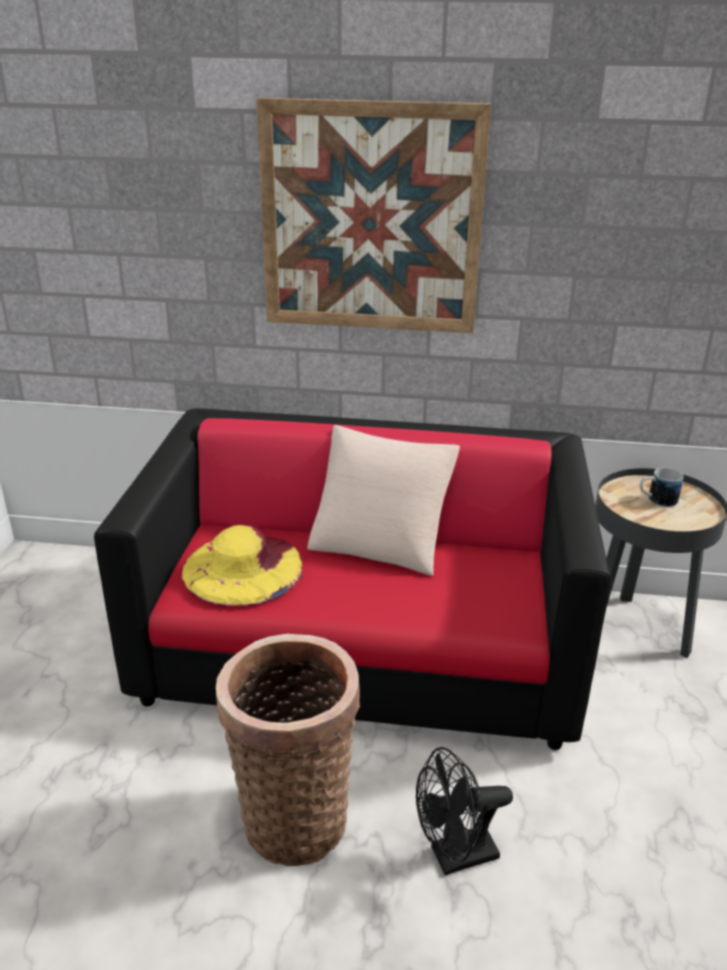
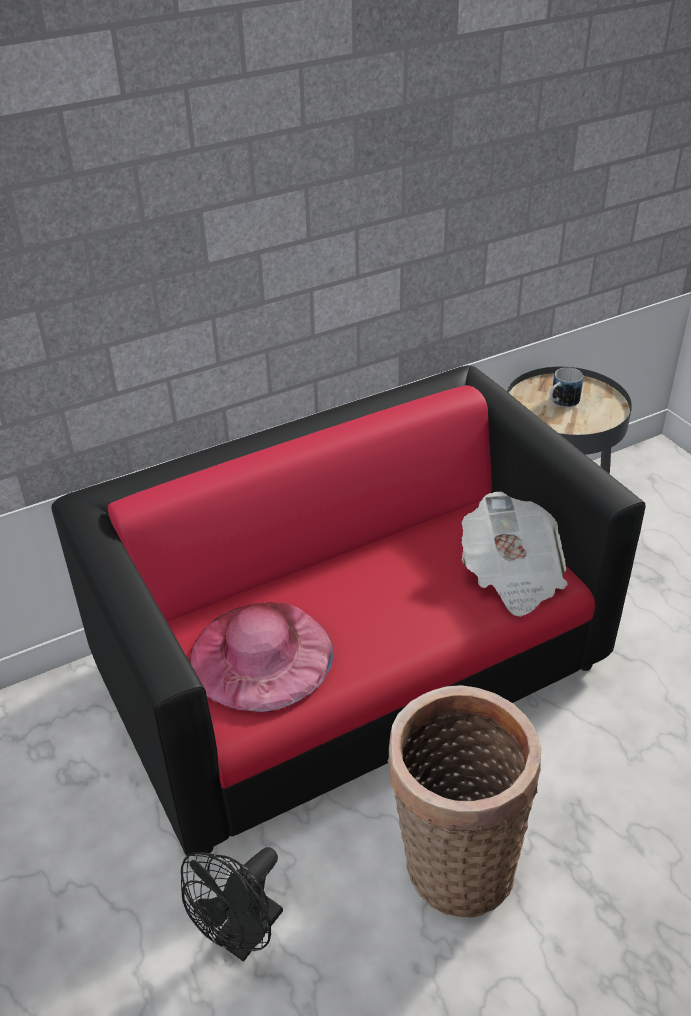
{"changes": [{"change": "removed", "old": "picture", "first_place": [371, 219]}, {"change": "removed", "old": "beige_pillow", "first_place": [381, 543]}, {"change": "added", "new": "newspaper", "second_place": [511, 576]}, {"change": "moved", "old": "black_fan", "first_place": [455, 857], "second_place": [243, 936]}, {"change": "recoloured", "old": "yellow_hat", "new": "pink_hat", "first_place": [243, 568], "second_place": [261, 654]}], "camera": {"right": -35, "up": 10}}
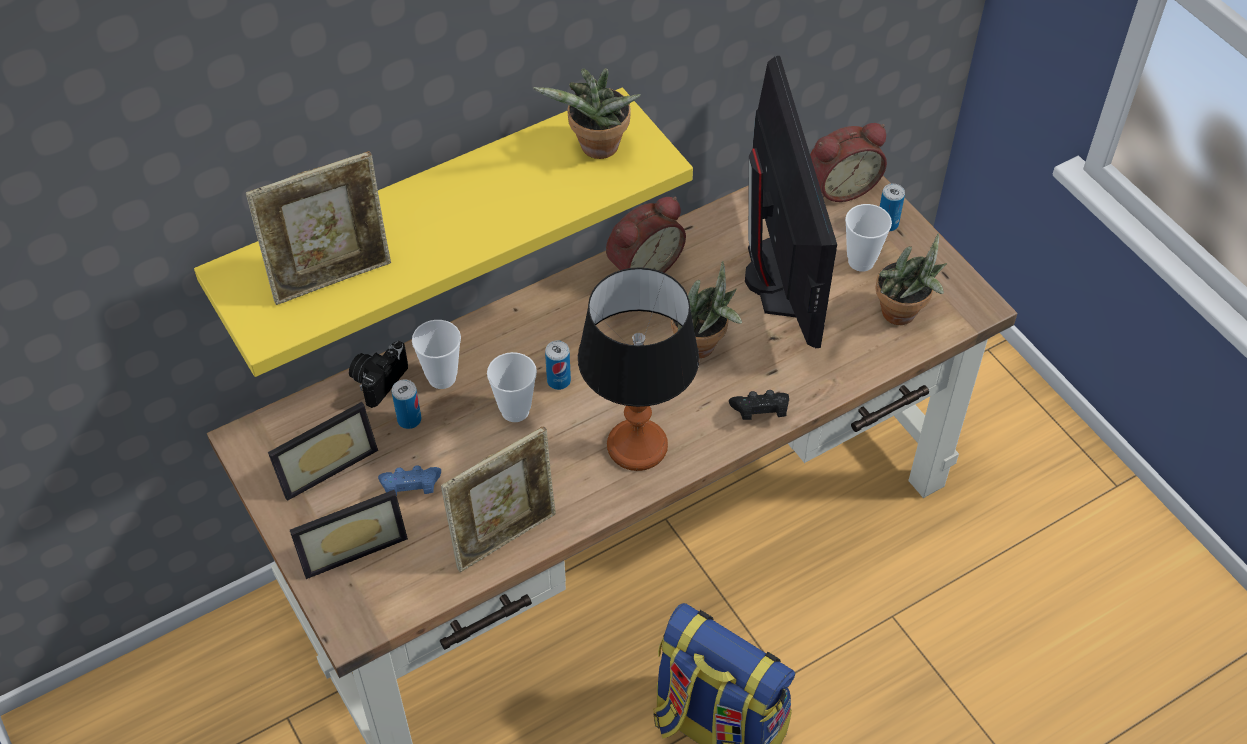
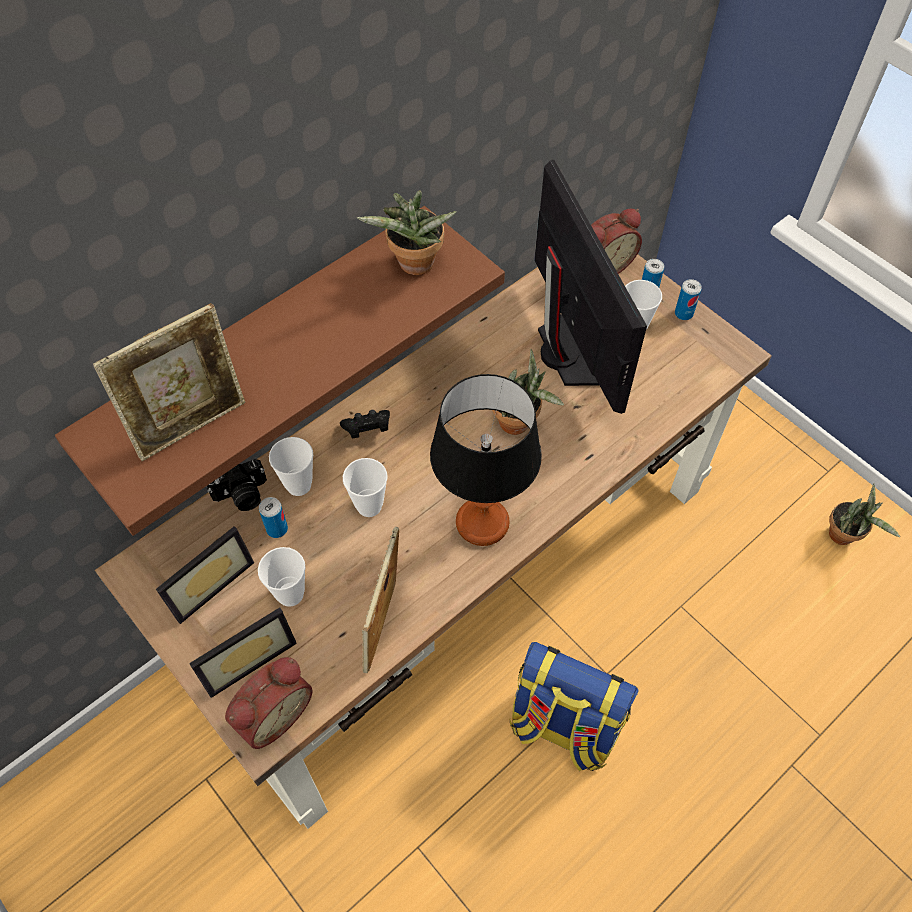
{"changes": [{"change": "moved", "old": "can", "first_place": [558, 381], "second_place": [683, 313]}, {"change": "moved", "old": "alarm_clock", "first_place": [642, 265], "second_place": [272, 713]}, {"change": "moved", "old": "black_game_controller", "first_place": [760, 412], "second_place": [367, 429]}, {"change": "moved", "old": "potted_plant", "first_place": [903, 315], "second_place": [845, 536]}, {"change": "replaced", "old": "blue_game_controller", "new": "cup", "first_place": [410, 488], "second_place": [290, 594]}, {"change": "recoloured", "old": "yellow_shelf", "new": "brown_shelf", "first_place": [423, 210], "second_place": [262, 343]}, {"change": "turned", "old": "photo_camera", "first_place": [378, 380], "second_place": [242, 496], "degrees": -135}, {"change": "turned", "old": "picture_frame", "first_place": [505, 537], "second_place": [384, 627], "degrees": 150}], "camera": {"right": -10, "up": 5}}
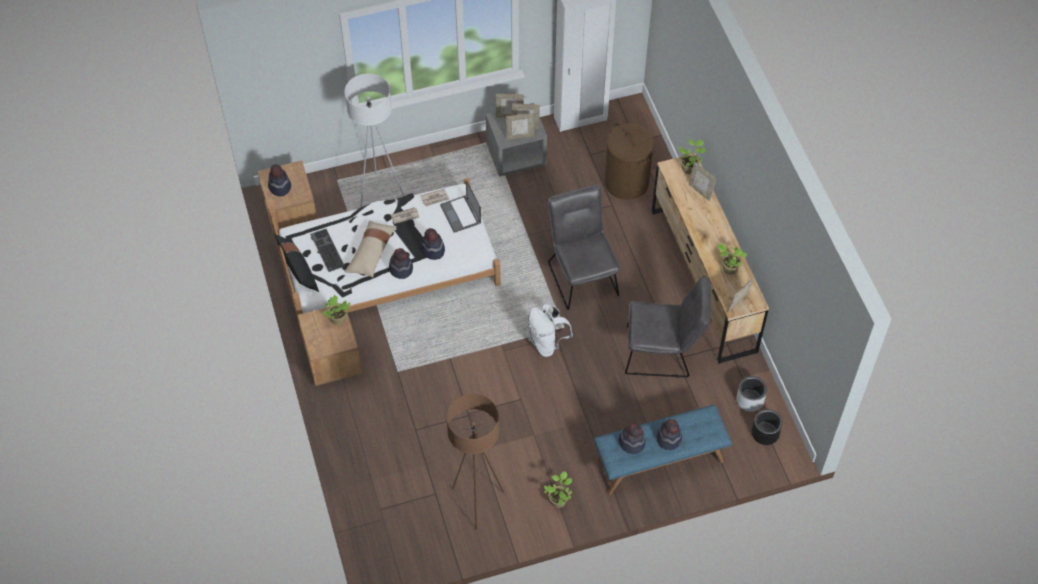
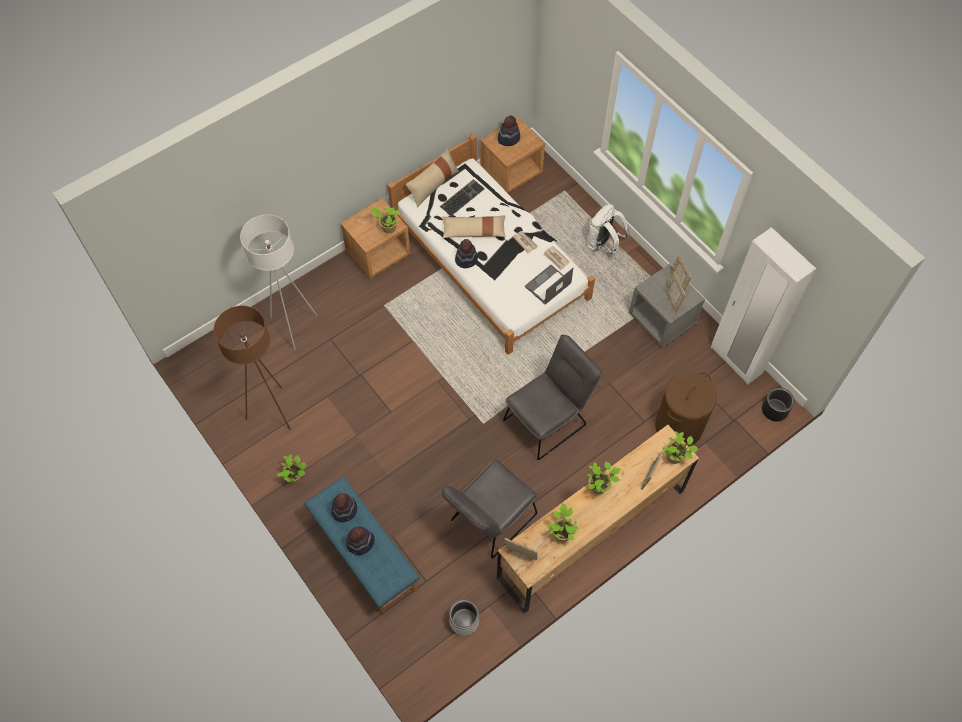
{"changes": [{"change": "removed", "old": "hat", "first_place": [433, 250]}, {"change": "removed", "old": "picture_frame", "first_place": [520, 136]}, {"change": "added", "new": "potted_plant", "second_place": [599, 486]}, {"change": "moved", "old": "white_floor_lamp", "first_place": [379, 194], "second_place": [293, 327]}, {"change": "moved", "old": "white_backpack", "first_place": [546, 343], "second_place": [603, 244]}, {"change": "moved", "old": "black_planter", "first_place": [764, 433], "second_place": [774, 409]}, {"change": "recoloured", "old": "black_pillow", "new": "beige_pillow", "first_place": [298, 270], "second_place": [433, 185]}, {"change": "turned", "old": "grey_chair", "first_place": [663, 352], "second_place": [489, 521], "degrees": 60}], "camera": {"right": 70, "up": 5}}
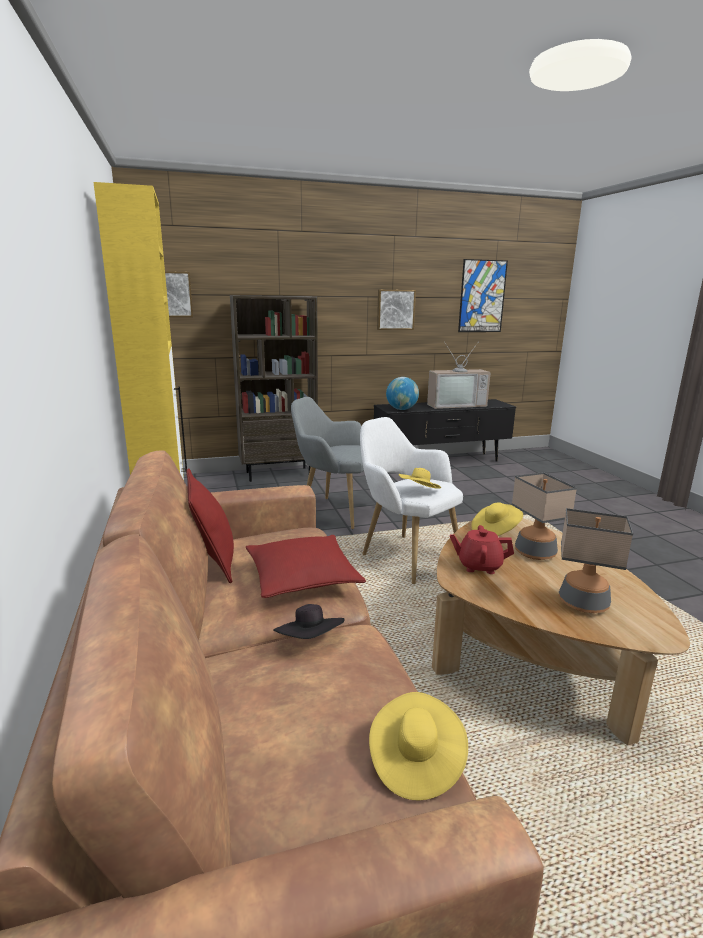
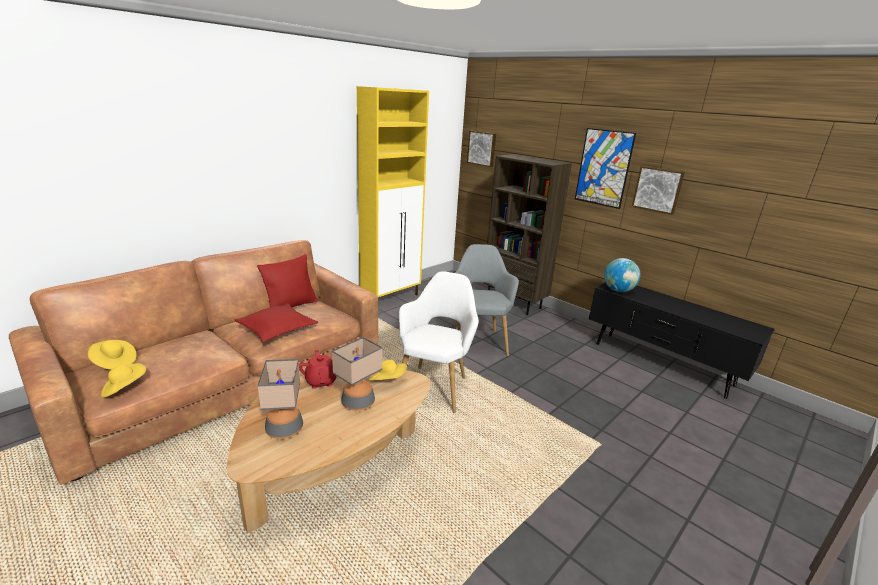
{"changes": [{"change": "removed", "old": "black_hat", "first_place": [310, 642]}, {"change": "removed", "old": "television", "first_place": [455, 404]}, {"change": "moved", "old": "yellow_hat", "first_place": [419, 492], "second_place": [114, 363]}, {"change": "moved", "old": "picture", "first_place": [482, 296], "second_place": [603, 168]}], "camera": {"right": 60, "up": 5}}
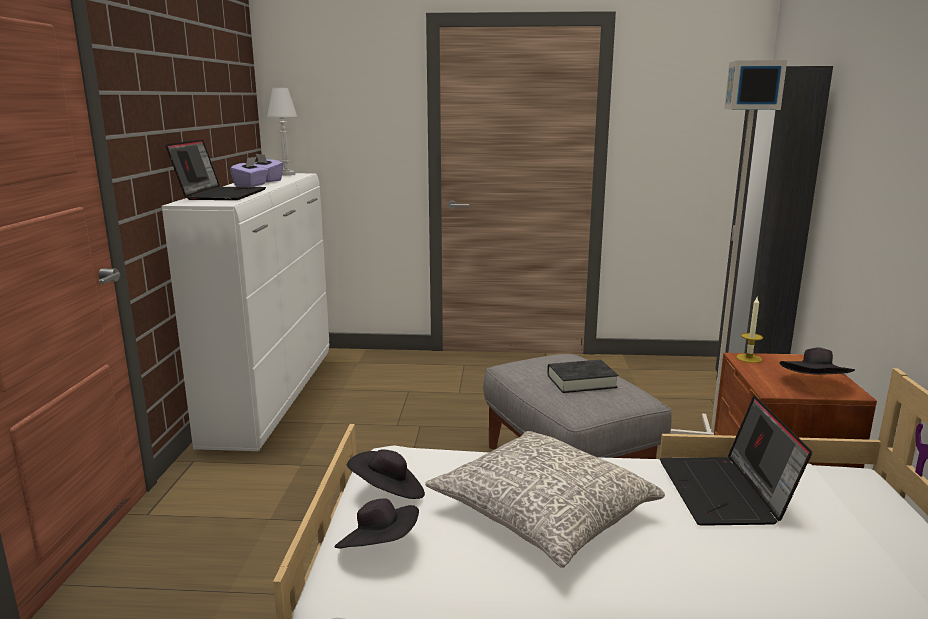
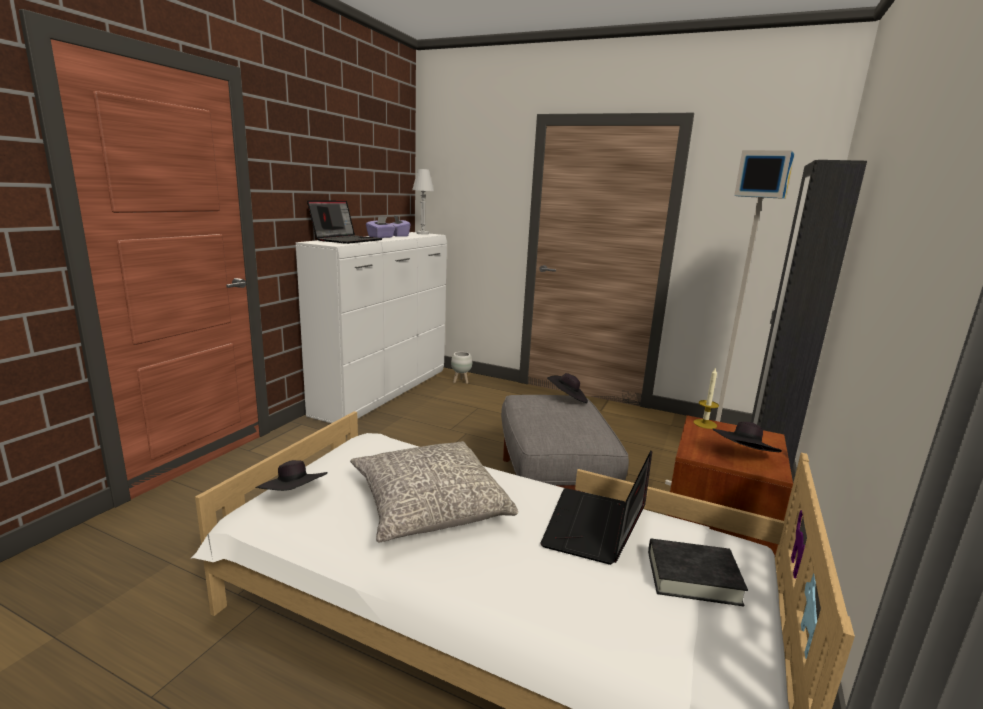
{"changes": [{"change": "added", "new": "white_planter", "second_place": [461, 382]}, {"change": "moved", "old": "black_hat", "first_place": [388, 493], "second_place": [567, 399]}, {"change": "moved", "old": "black_book", "first_place": [581, 381], "second_place": [692, 577]}], "camera": {"right": 20, "up": 0}}
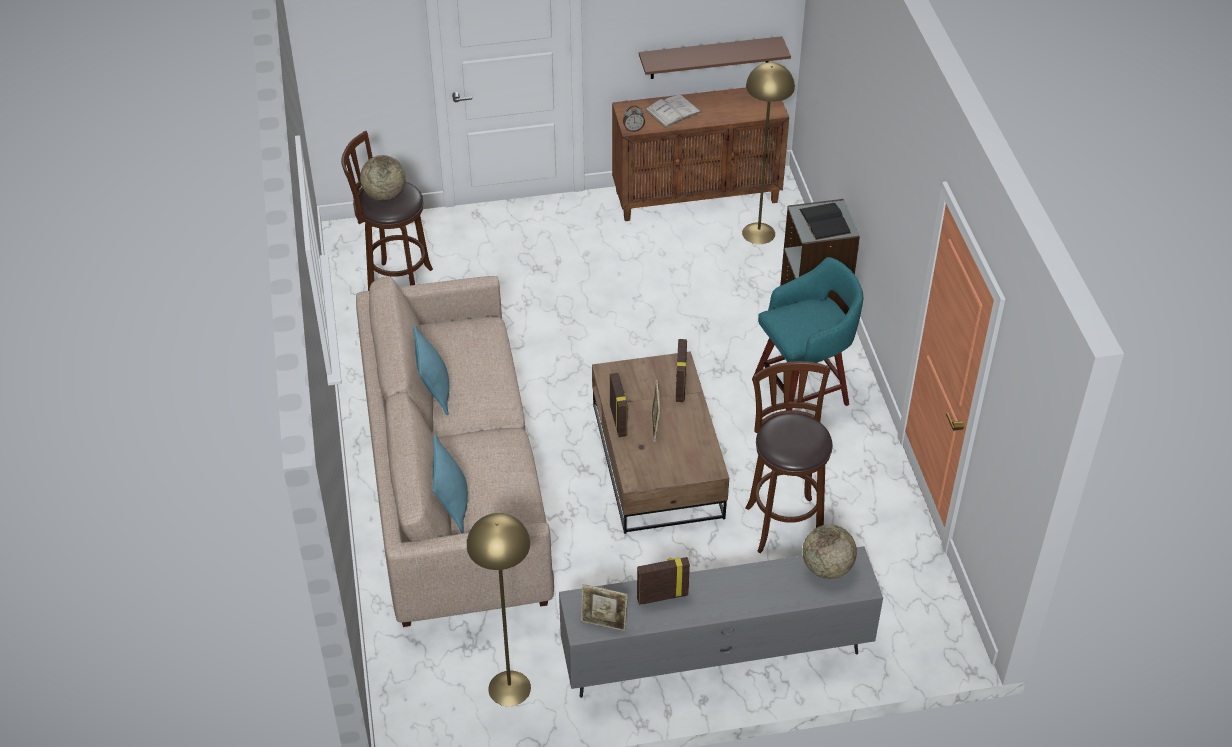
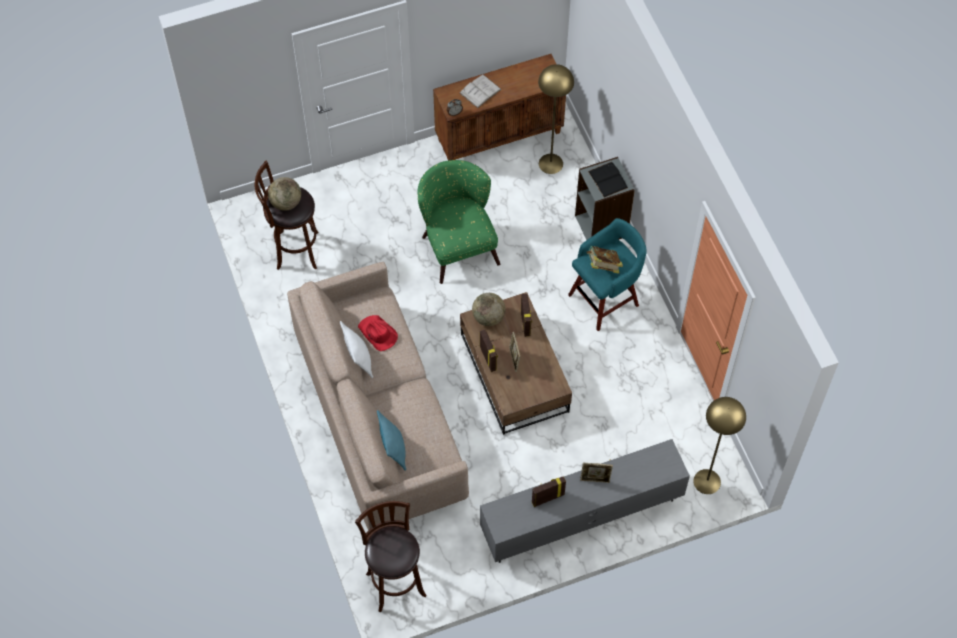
{"changes": [{"change": "removed", "old": "brown_shelf", "first_place": [710, 58]}, {"change": "added", "new": "red_hat", "second_place": [377, 334]}, {"change": "added", "new": "green_armchair", "second_place": [457, 243]}, {"change": "added", "new": "book", "second_place": [603, 266]}, {"change": "moved", "old": "yellow_floor_lamp", "first_place": [509, 688], "second_place": [707, 481]}, {"change": "moved", "old": "picture_frame", "first_place": [604, 624], "second_place": [595, 480]}, {"change": "moved", "old": "brown_stool", "first_place": [783, 521], "second_place": [394, 581]}, {"change": "moved", "old": "globe", "first_place": [827, 568], "second_place": [488, 317]}, {"change": "recoloured", "old": "turquoise_pillow", "new": "white_pillow", "first_place": [434, 391], "second_place": [358, 359]}], "camera": {"right": -10, "up": 15}}
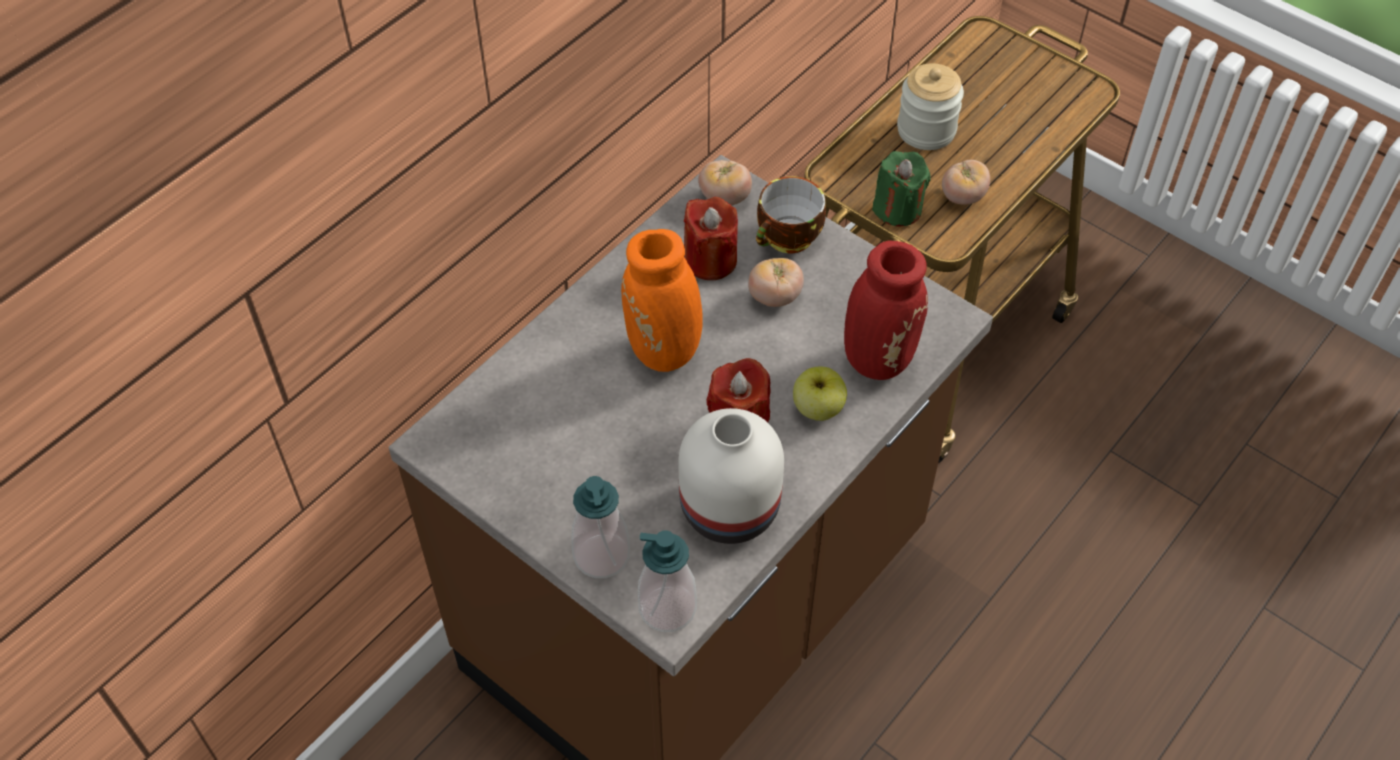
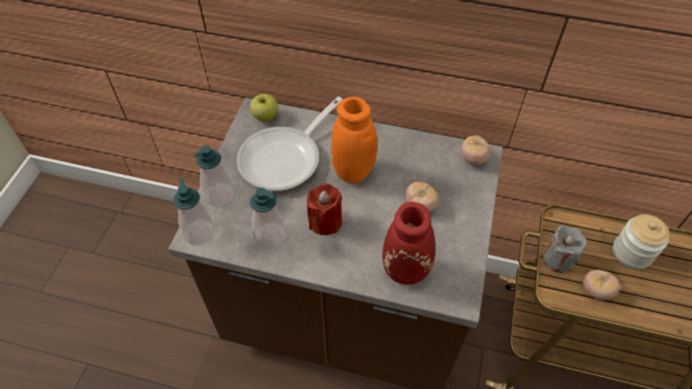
{"changes": [{"change": "removed", "old": "red_candle", "first_place": [710, 260]}, {"change": "removed", "old": "cup", "first_place": [788, 239]}, {"change": "added", "new": "frying_pan", "second_place": [285, 158]}, {"change": "moved", "old": "apple", "first_place": [818, 408], "second_place": [265, 116]}, {"change": "replaced", "old": "white_vase", "new": "soap_dispenser", "first_place": [727, 508], "second_place": [270, 235]}, {"change": "recoloured", "old": "green_candle", "new": "grey_candle", "first_place": [897, 209], "second_place": [558, 259]}], "camera": {"right": 65, "up": 0}}
